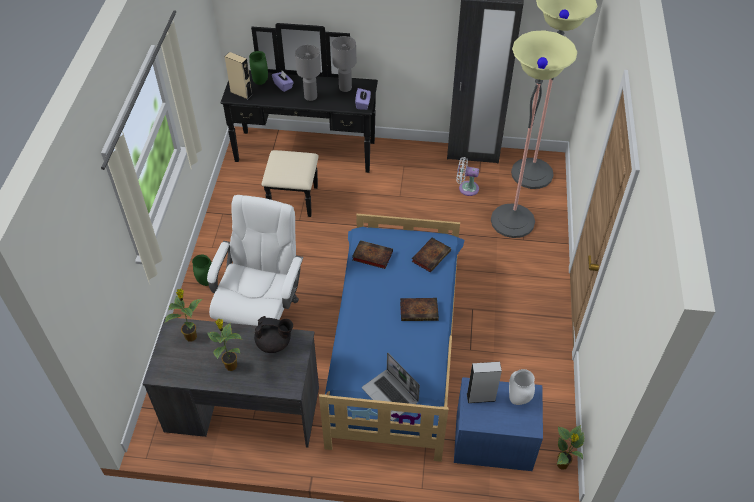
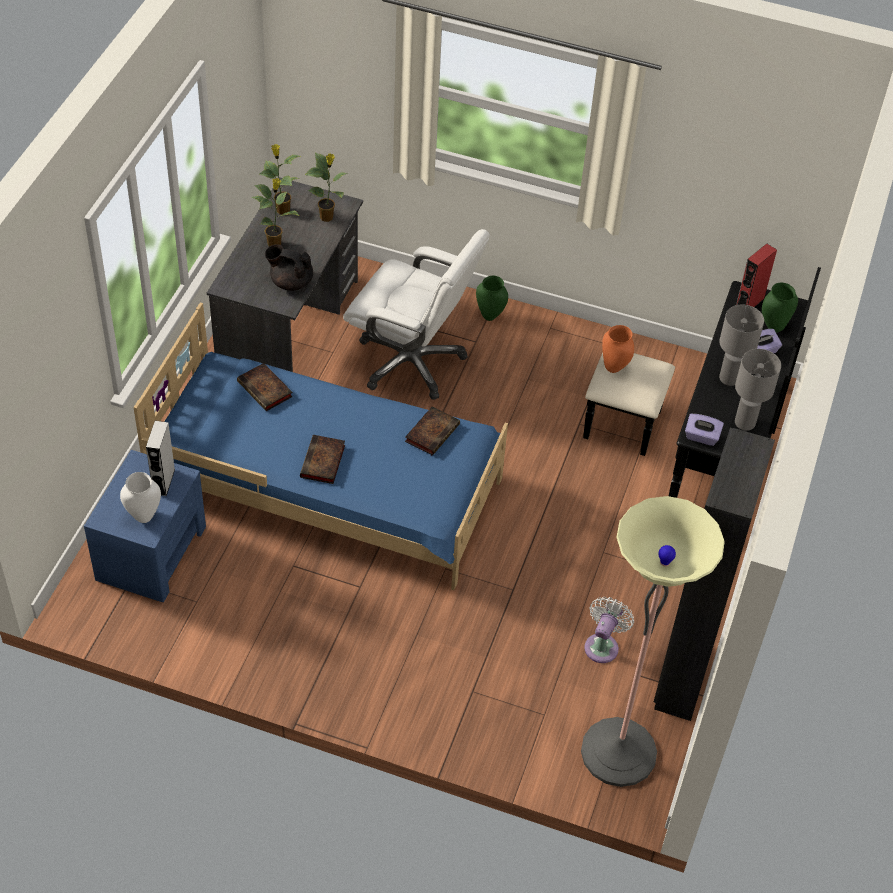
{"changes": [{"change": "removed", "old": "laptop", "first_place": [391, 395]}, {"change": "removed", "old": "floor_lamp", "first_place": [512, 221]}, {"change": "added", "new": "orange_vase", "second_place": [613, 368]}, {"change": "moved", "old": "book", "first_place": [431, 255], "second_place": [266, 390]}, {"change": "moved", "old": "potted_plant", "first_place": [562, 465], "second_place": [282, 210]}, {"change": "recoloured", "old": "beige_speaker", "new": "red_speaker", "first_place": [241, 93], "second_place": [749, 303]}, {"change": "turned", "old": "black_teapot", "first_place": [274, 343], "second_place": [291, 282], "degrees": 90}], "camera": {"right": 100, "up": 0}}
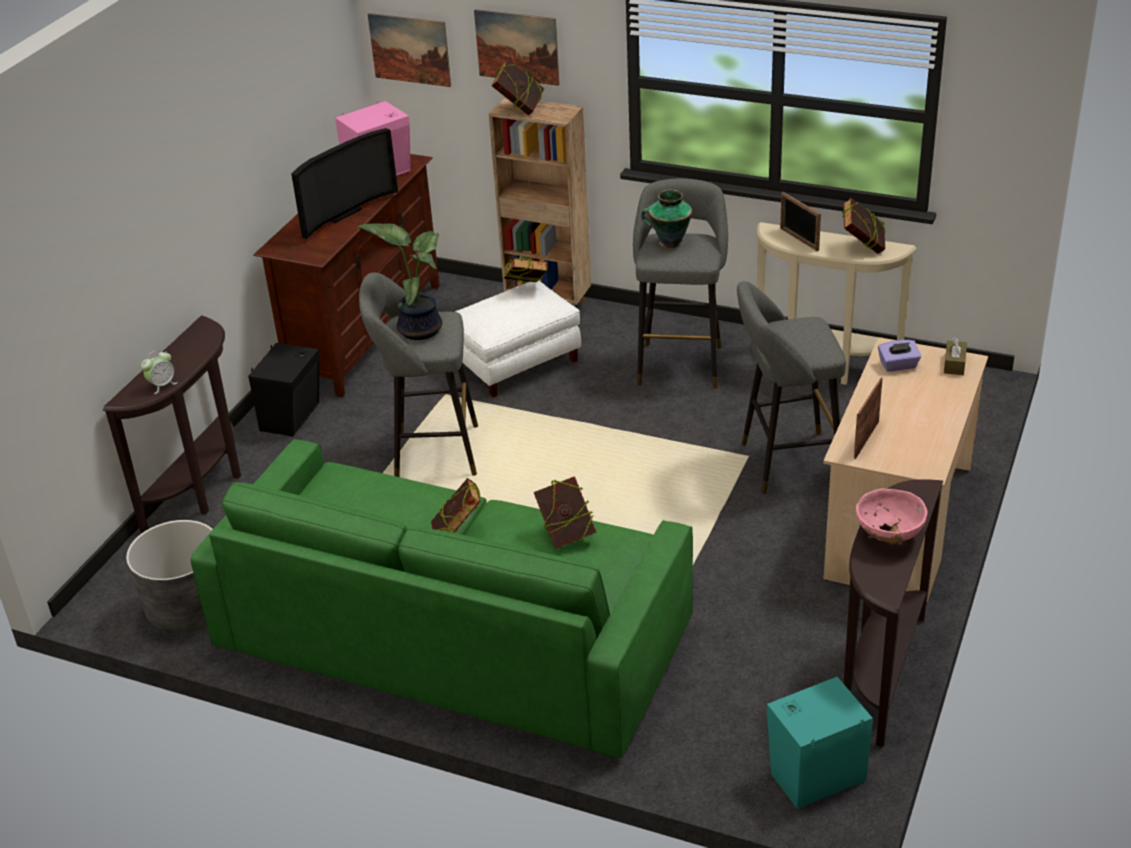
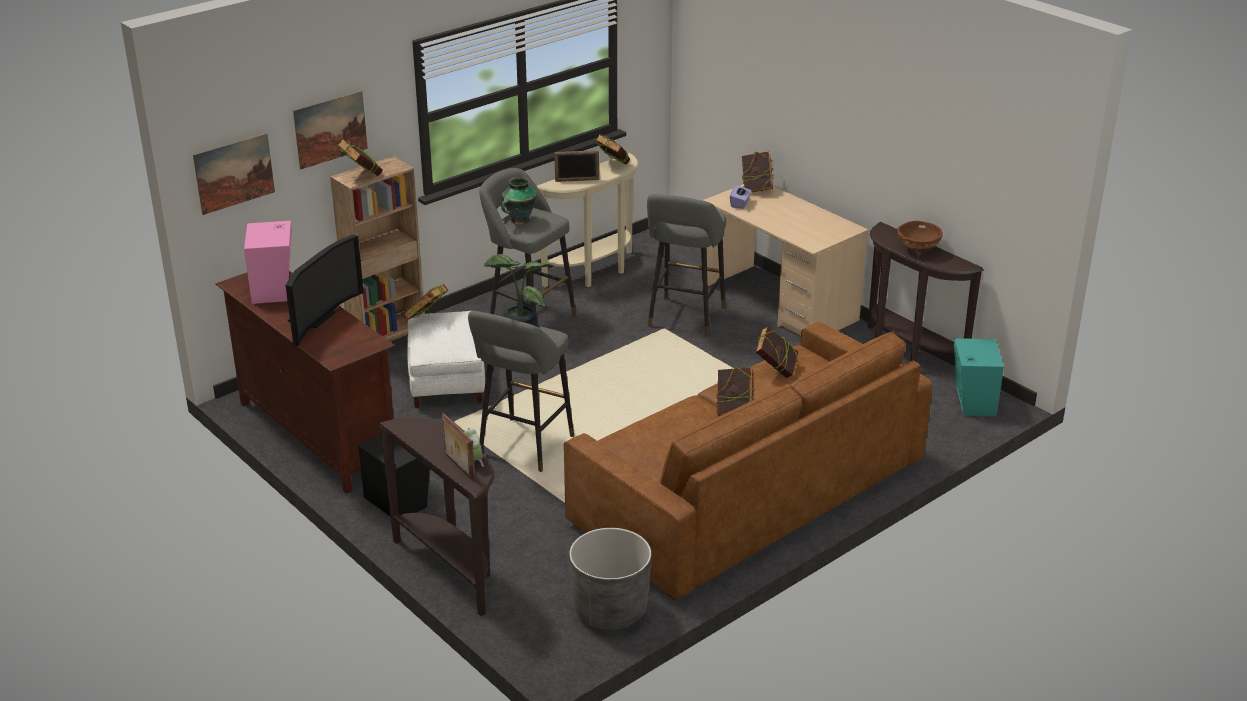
{"changes": [{"change": "moved", "old": "picture_frame", "first_place": [865, 439], "second_place": [458, 466]}, {"change": "replaced", "old": "brown_tissue_box", "new": "book", "first_place": [954, 364], "second_place": [756, 189]}, {"change": "recoloured", "old": "green_sofa", "new": "brown_sofa", "first_place": [453, 636], "second_place": [748, 493]}, {"change": "recoloured", "old": "pink_bowl", "new": "brown_bowl", "first_place": [889, 535], "second_place": [917, 250]}, {"change": "turned", "old": "television", "first_place": [341, 213], "second_place": [316, 318], "degrees": 45}], "camera": {"right": -65, "up": -5}}
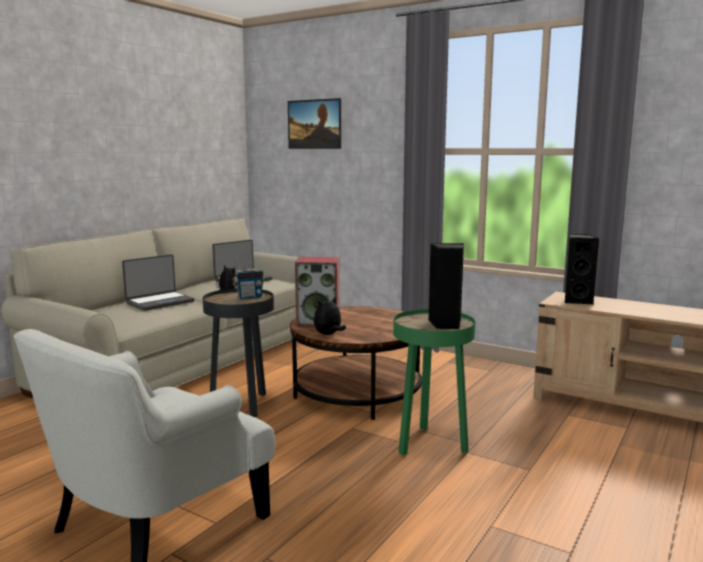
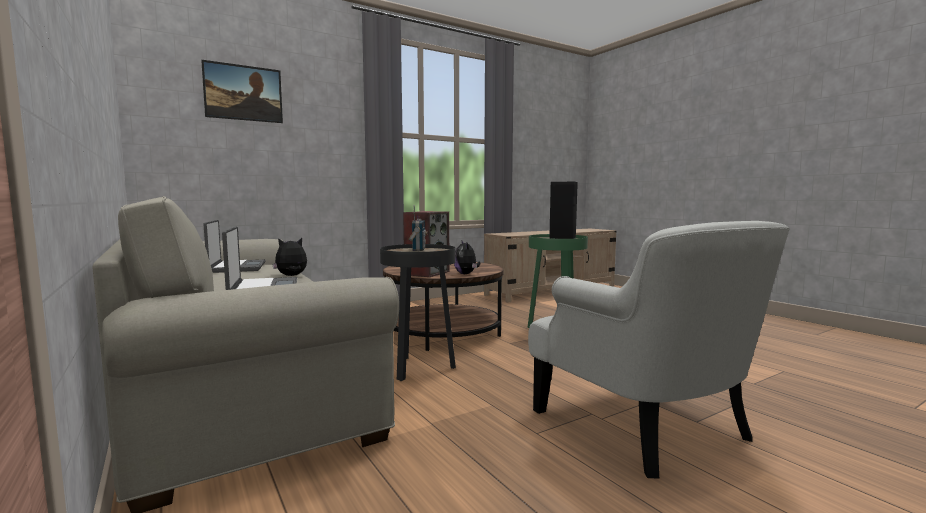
{"changes": [{"change": "removed", "old": "black_speaker", "first_place": [577, 301]}], "camera": {"right": -65, "up": -5}}
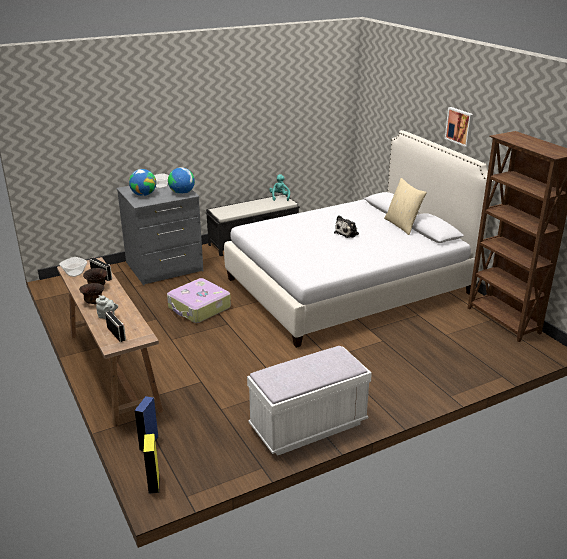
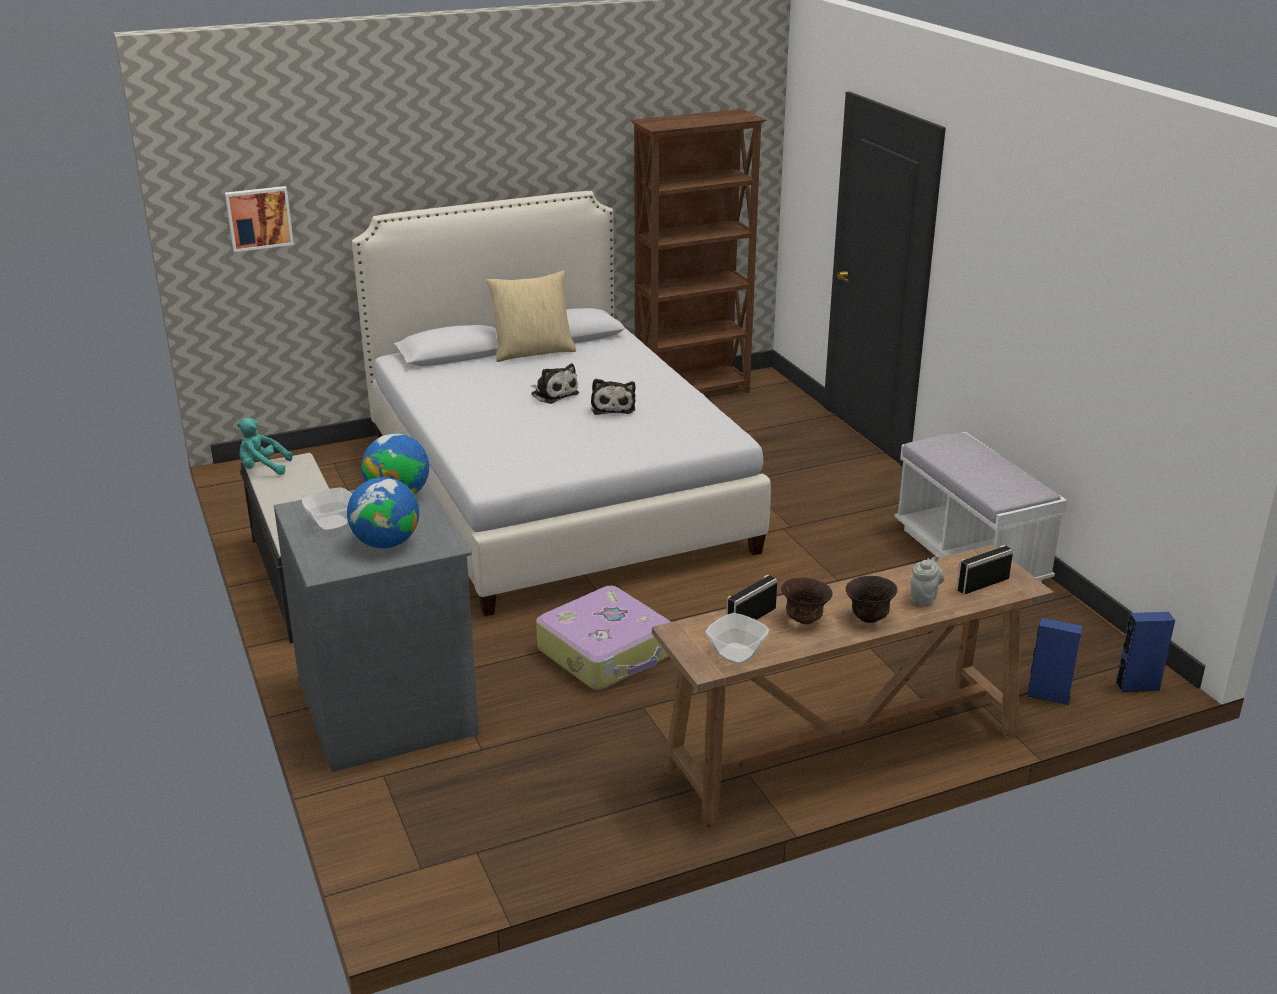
{"changes": [{"change": "added", "new": "plush_toy", "second_place": [613, 407]}, {"change": "moved", "old": "picture", "first_place": [460, 126], "second_place": [259, 218]}, {"change": "recoloured", "old": "yellow_speaker", "new": "blue_speaker", "first_place": [154, 483], "second_place": [1137, 686]}], "camera": {"right": -85, "up": 0}}
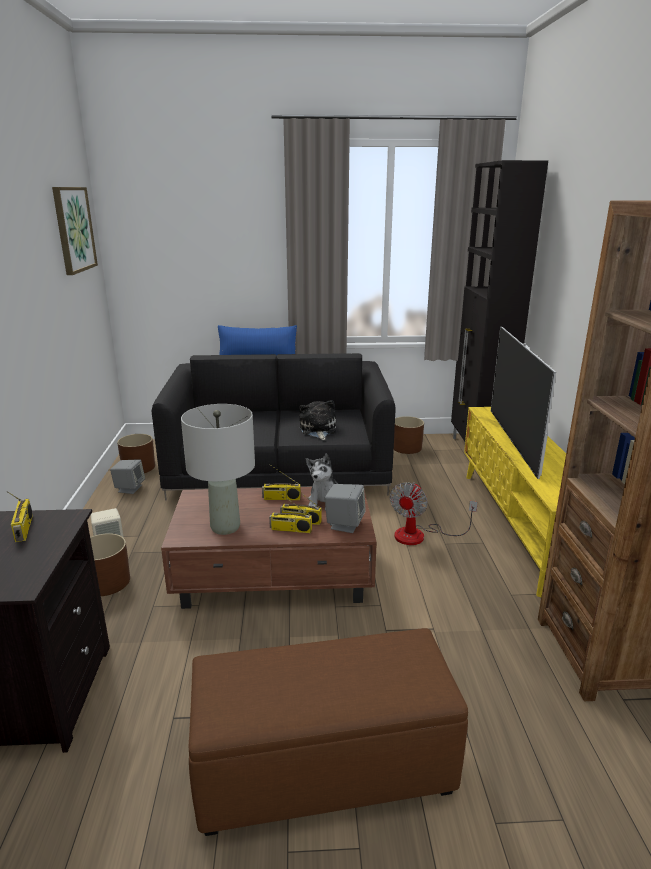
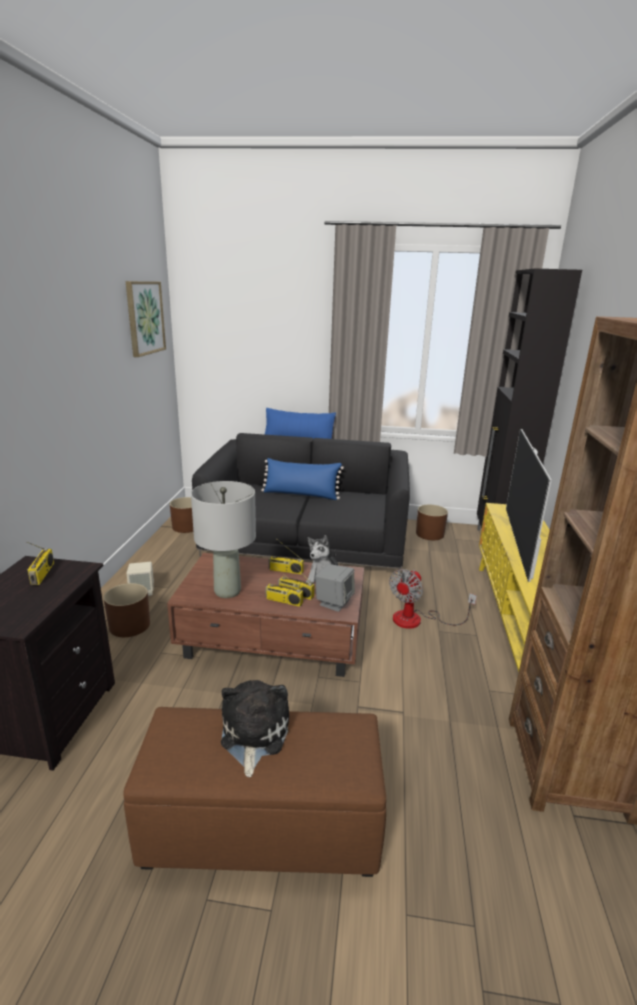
{"changes": [{"change": "removed", "old": "grey_speaker", "first_place": [129, 488]}, {"change": "added", "new": "blue_pillow", "second_place": [301, 494]}, {"change": "moved", "old": "plush_toy", "first_place": [318, 430], "second_place": [253, 735]}], "camera": {"right": 10, "up": 0}}
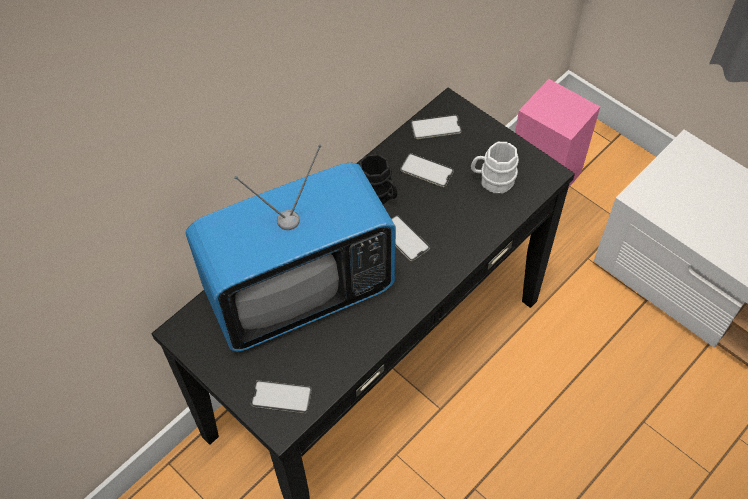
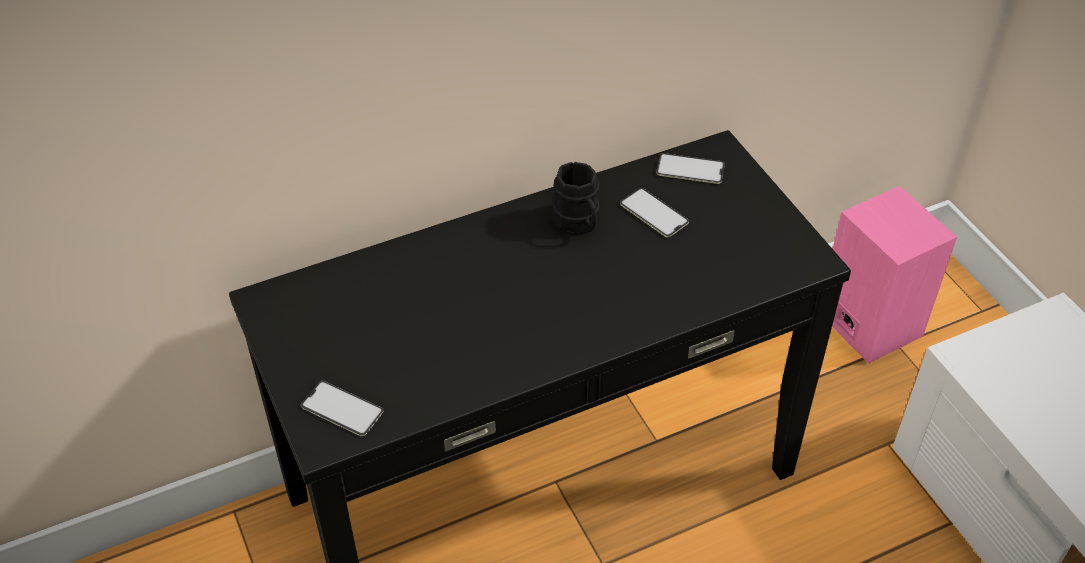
{"changes": [{"change": "removed", "old": "television", "first_place": [300, 292]}, {"change": "removed", "old": "phone", "first_place": [404, 238]}, {"change": "removed", "old": "white_mug", "first_place": [492, 180]}], "camera": {"right": 20, "up": -10}}
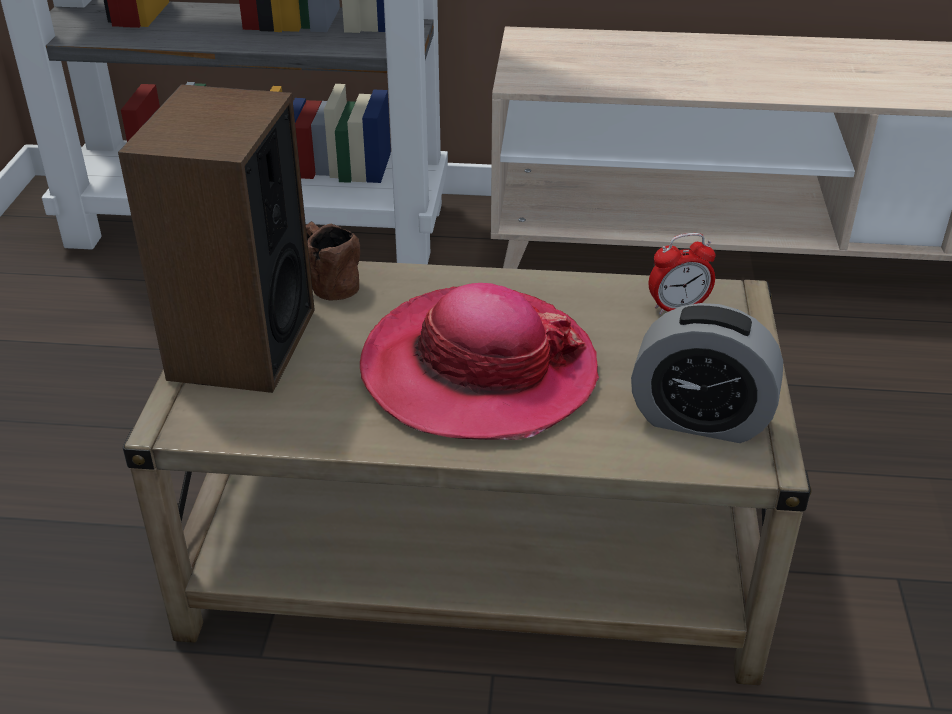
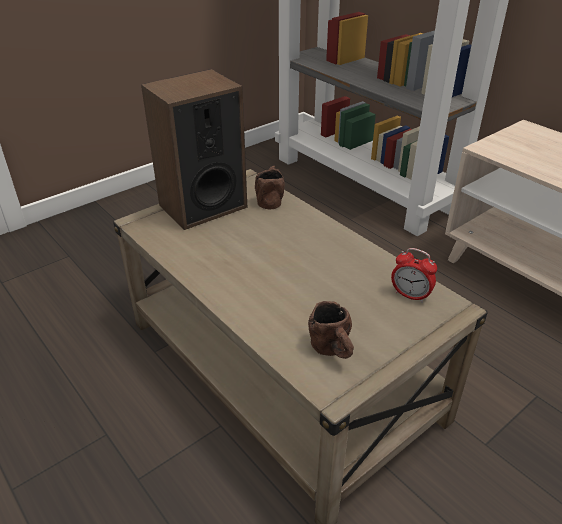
{"changes": [{"change": "removed", "old": "hat", "first_place": [478, 370]}, {"change": "replaced", "old": "alarm_clock", "new": "brown_mug", "first_place": [700, 419], "second_place": [333, 352]}], "camera": {"right": 45, "up": 0}}
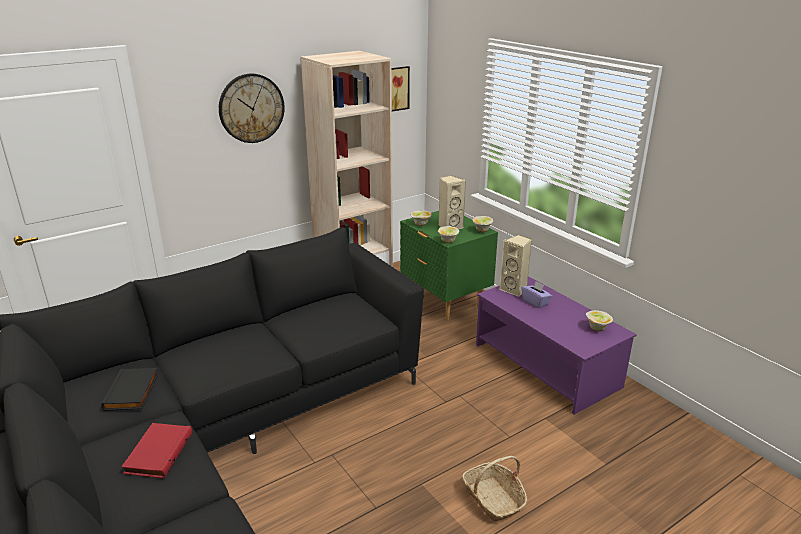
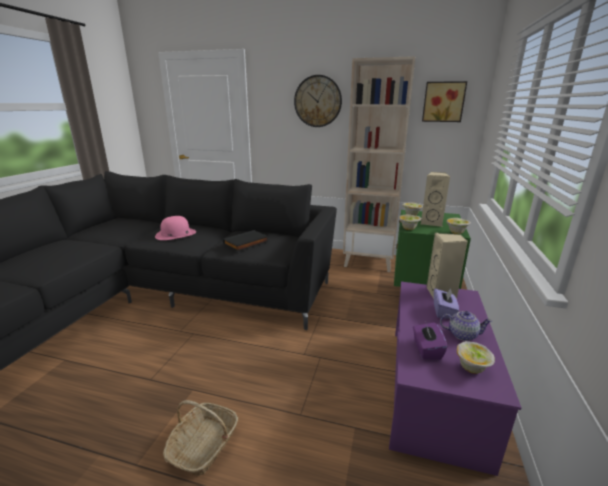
{"changes": [{"change": "removed", "old": "red_book", "first_place": [157, 452]}, {"change": "added", "new": "pink_hat", "second_place": [175, 234]}, {"change": "added", "new": "purple_tissue_box", "second_place": [426, 349]}, {"change": "added", "new": "teapot", "second_place": [462, 334]}, {"change": "moved", "old": "black_book", "first_place": [133, 392], "second_place": [246, 243]}], "camera": {"right": 50, "up": -5}}
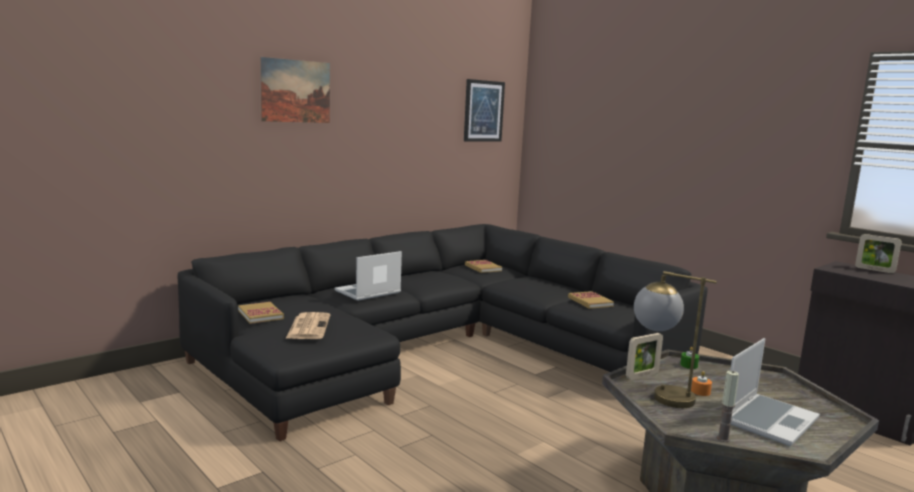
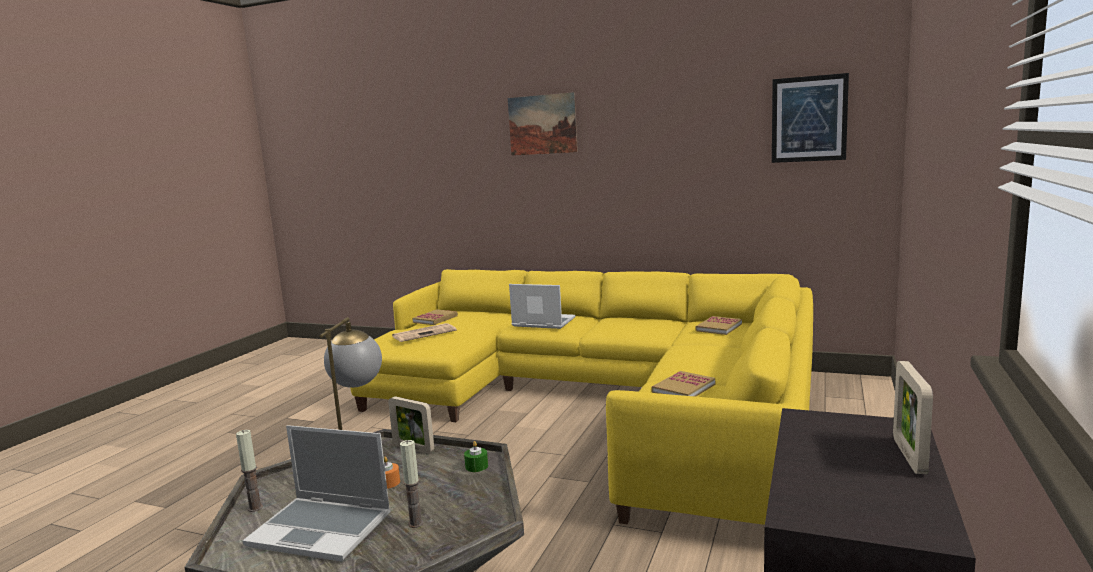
{"changes": [{"change": "added", "new": "candle", "second_place": [416, 523]}, {"change": "recoloured", "old": "black_sofa", "new": "yellow_sofa", "first_place": [438, 348], "second_place": [605, 402]}], "camera": {"right": 65, "up": 0}}
